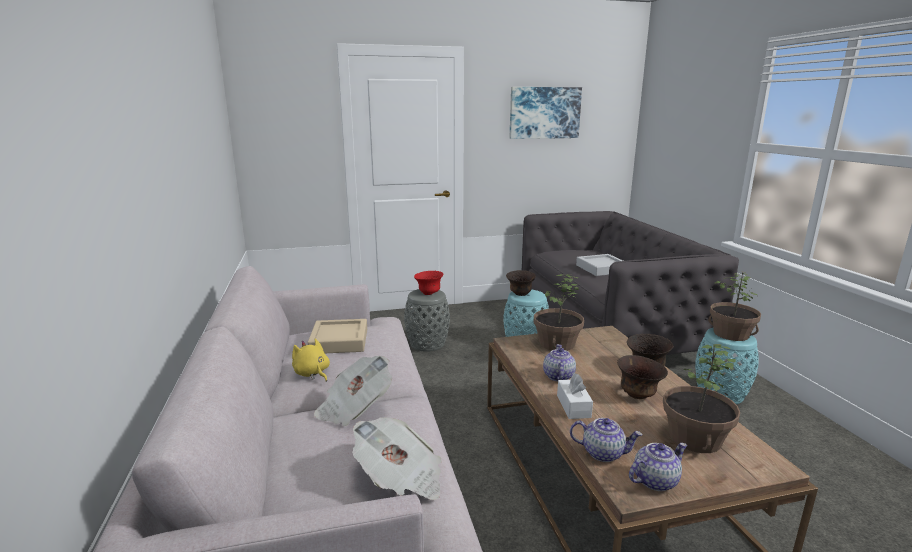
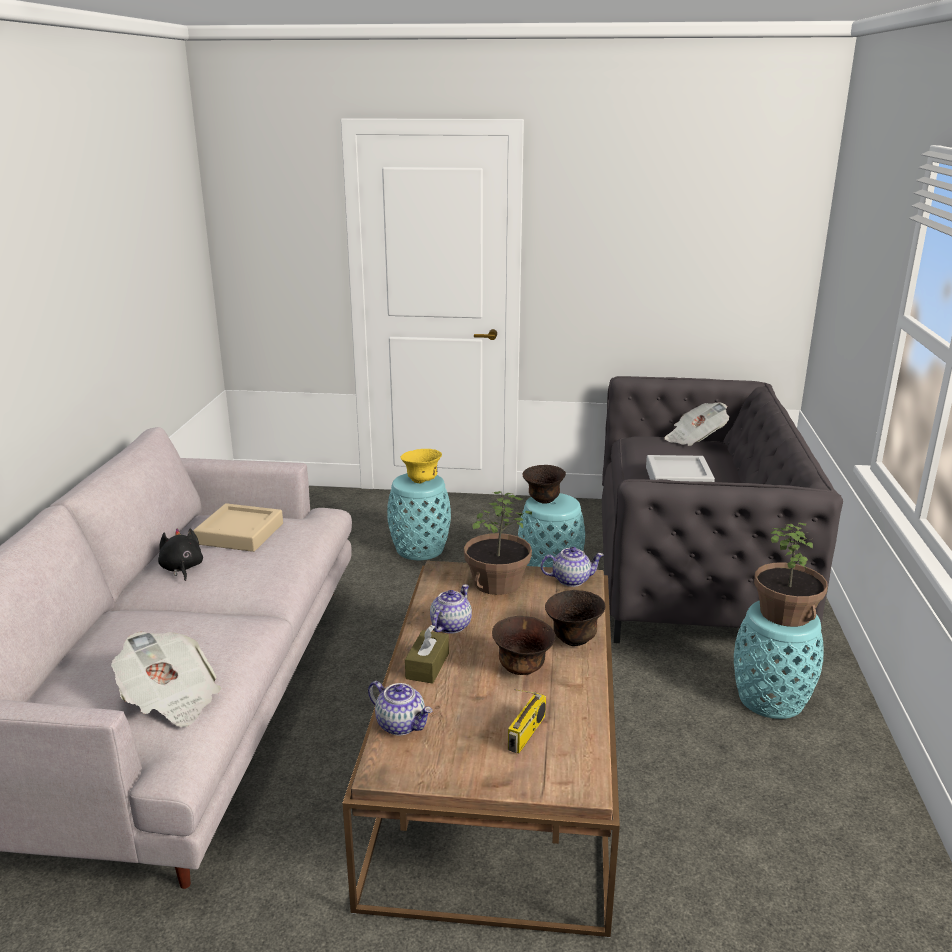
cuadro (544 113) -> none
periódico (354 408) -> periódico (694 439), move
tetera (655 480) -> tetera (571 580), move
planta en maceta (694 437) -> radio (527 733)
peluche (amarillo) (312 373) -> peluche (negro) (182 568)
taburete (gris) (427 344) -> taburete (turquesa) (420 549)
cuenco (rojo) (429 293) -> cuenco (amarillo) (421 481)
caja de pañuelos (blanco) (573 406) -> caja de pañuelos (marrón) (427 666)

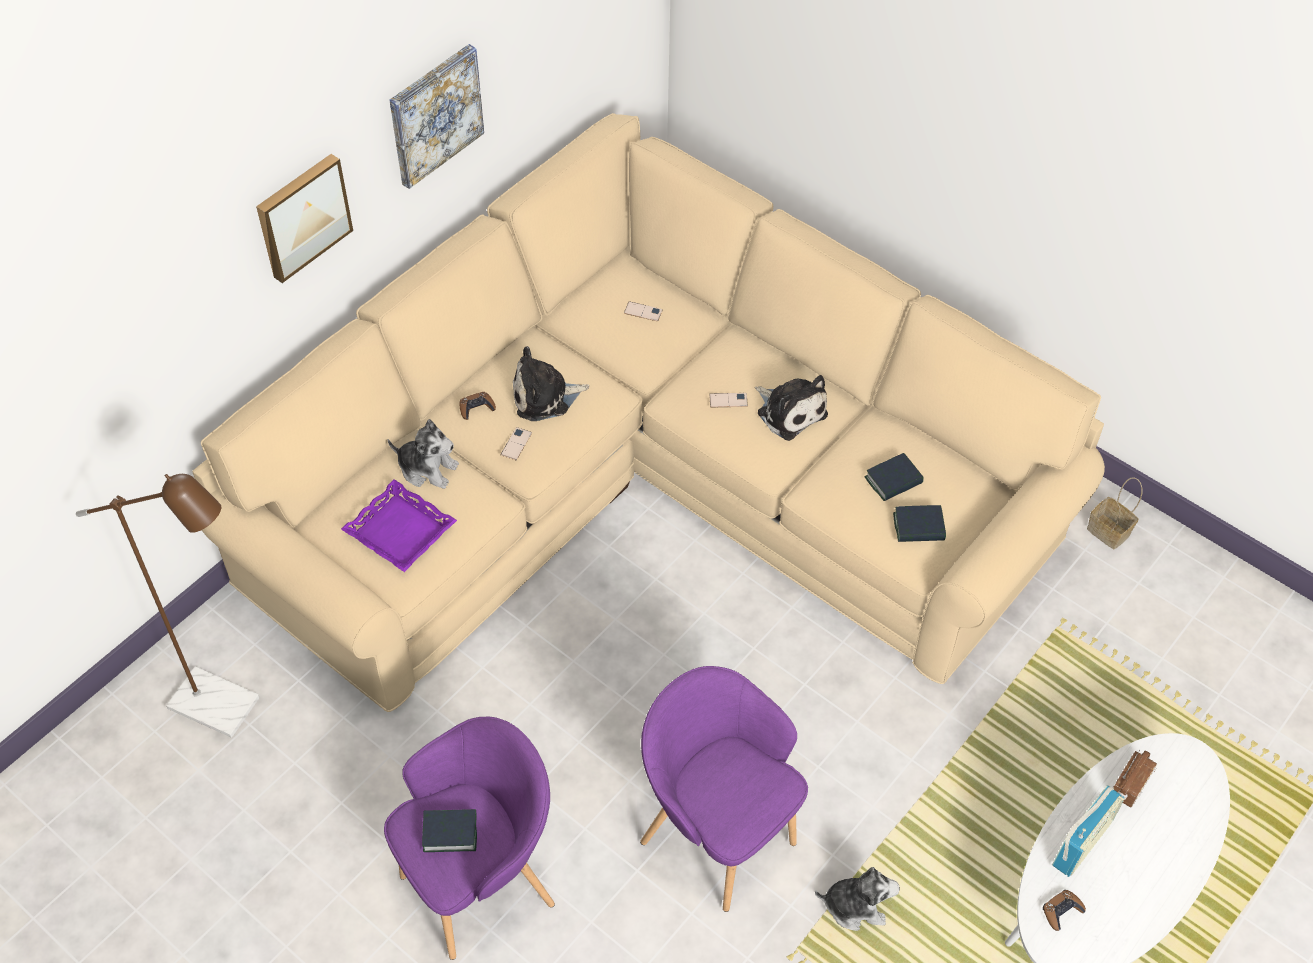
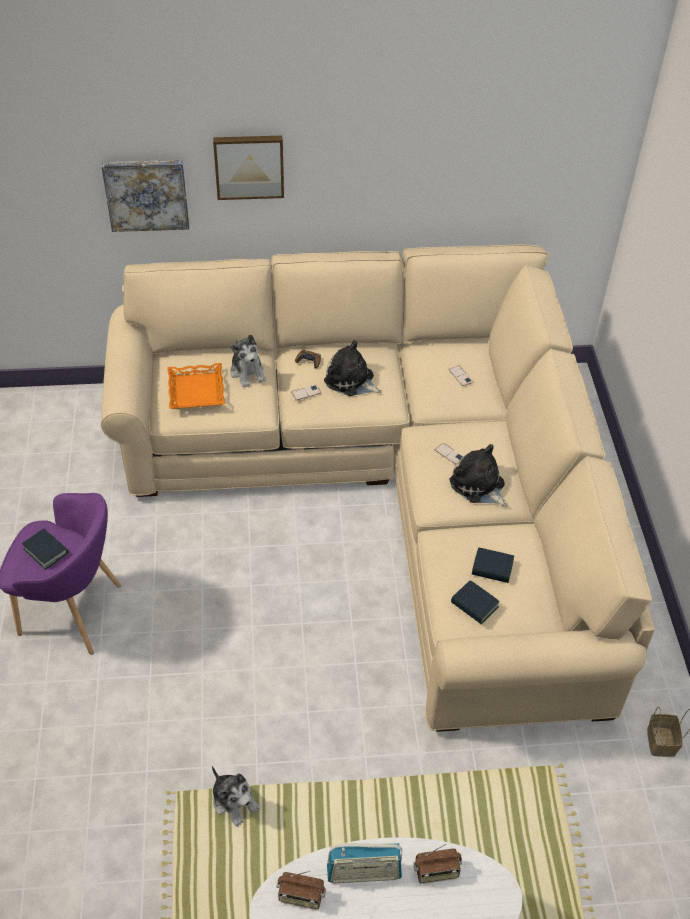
lámpara de pie (marrón) (227 709) -> none
sillón (morado) (716 835) -> none
cuadro (435 115) -> cuadro (146 194), move
mando de consola (marrón) (1061 911) -> radio (301 897)
bandeja (morado) (401 530) -> bandeja (naranja) (197 391)
peluche (789 411) -> peluche (478 486), 135 degrees clockwise

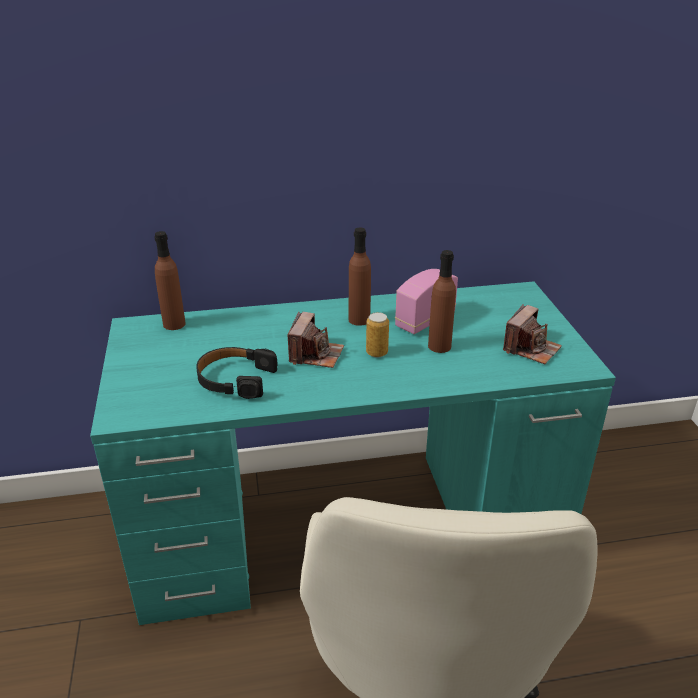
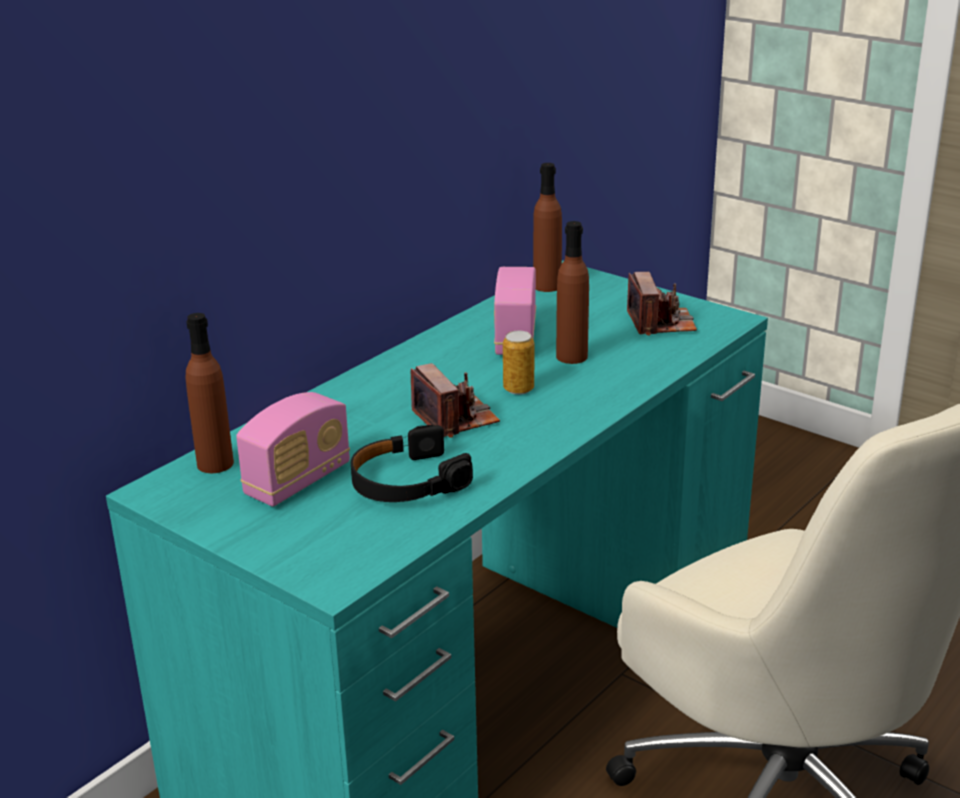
none -> radio (298 481)
botella (marrón) (359 320) -> botella (marrón) (547 286), move

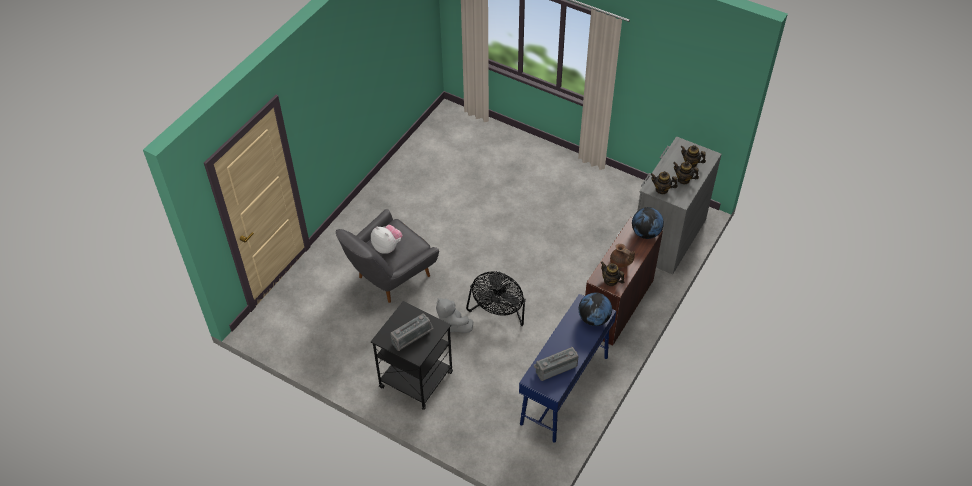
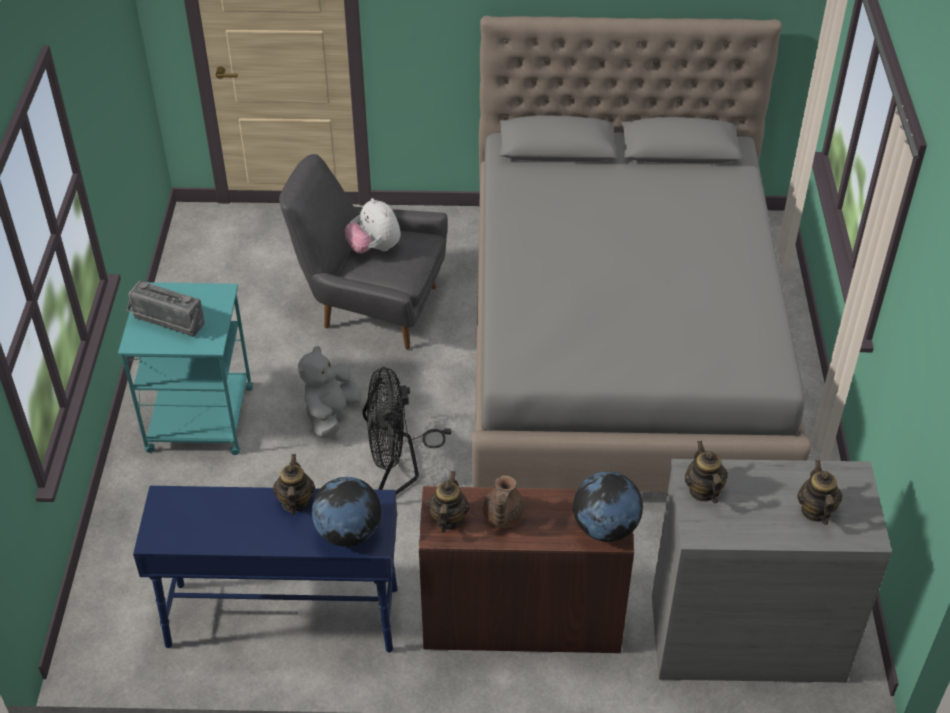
radio (555 367) -> none
none -> cama (gris) (622 341)
tetera (683 179) -> tetera (295 502), move
carrito (negro) (415 378) -> carrito (turquesa) (200 417)
peluche (387 247) -> peluche (374 248), 135 degrees clockwise

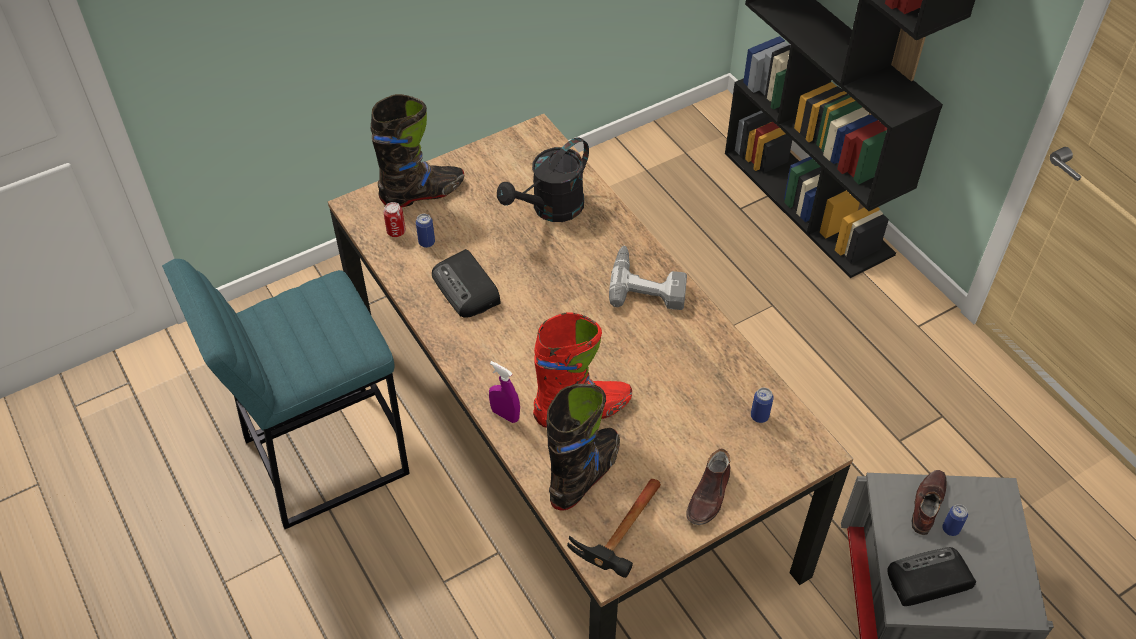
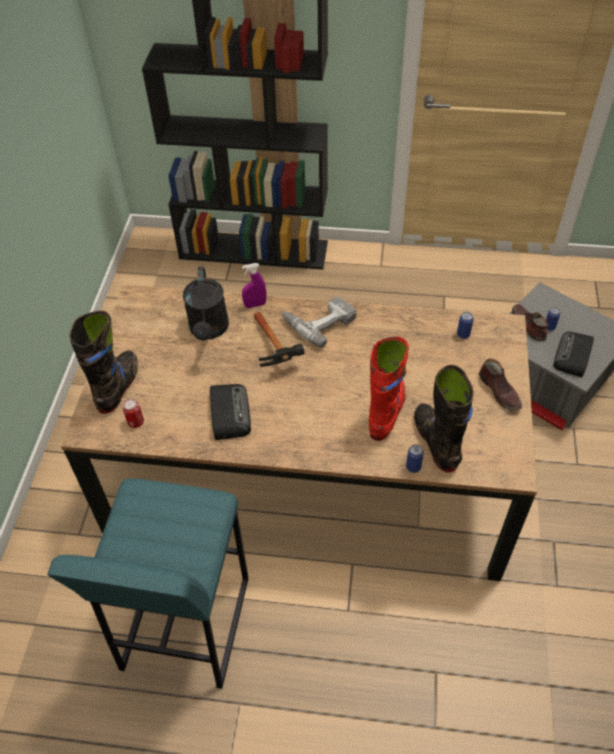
lata (426 242) -> lata (413 467), move
pulverizador (morado) (505 415) -> pulverizador (morado) (255 305), move
martillo (618 546) -> martillo (276 353), move
radio (467 289) -> radio (229 413), 105 degrees counterclockwise

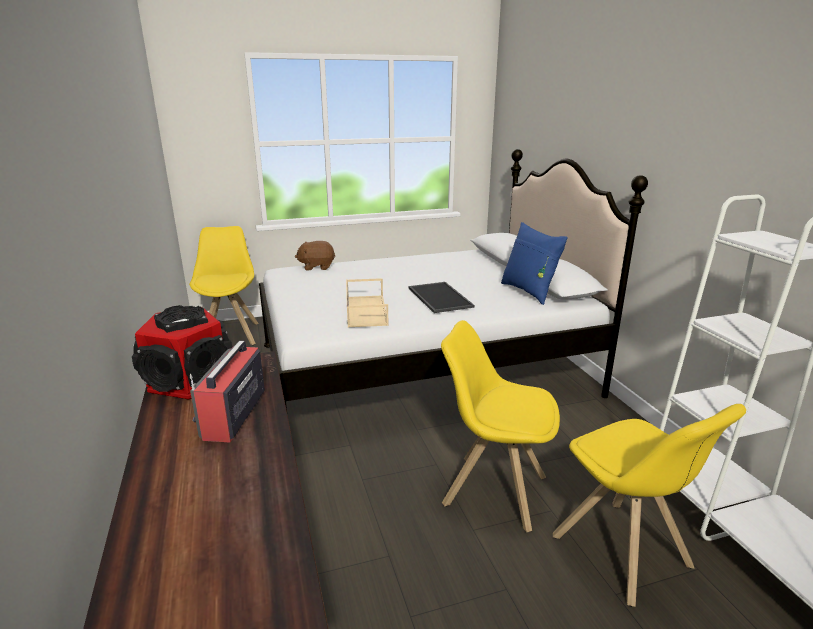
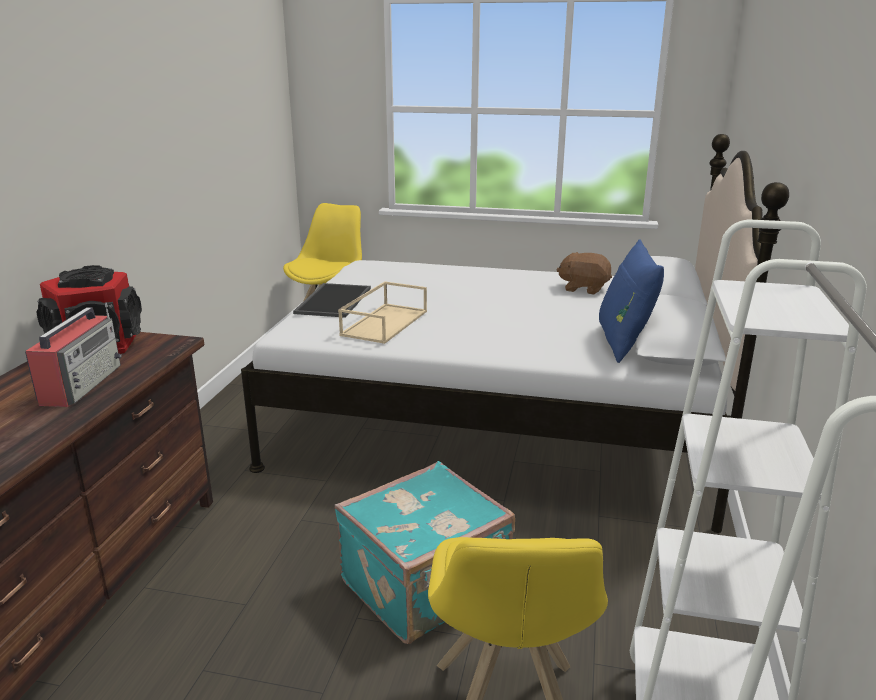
peluche (marrón) (317 267) -> peluche (marrón) (584 288), move
bandeja (438 297) -> bandeja (332 300), move
silla (amarillo) (494 490) -> maleta (turquesa) (427 586)
radio (233 415) -> radio (82 384), 150 degrees clockwise

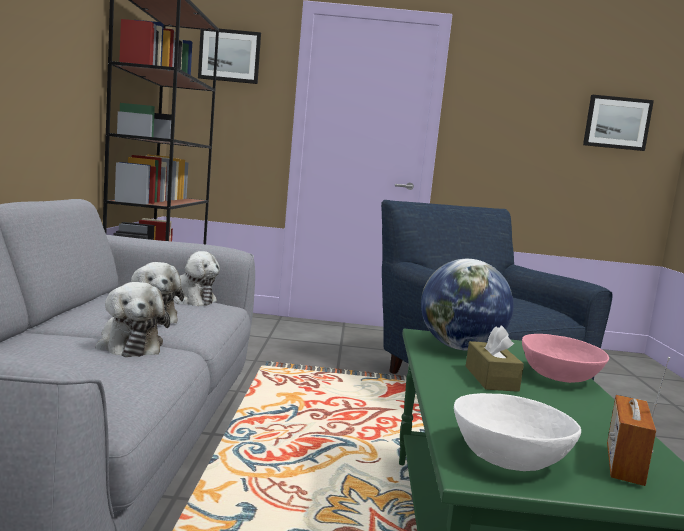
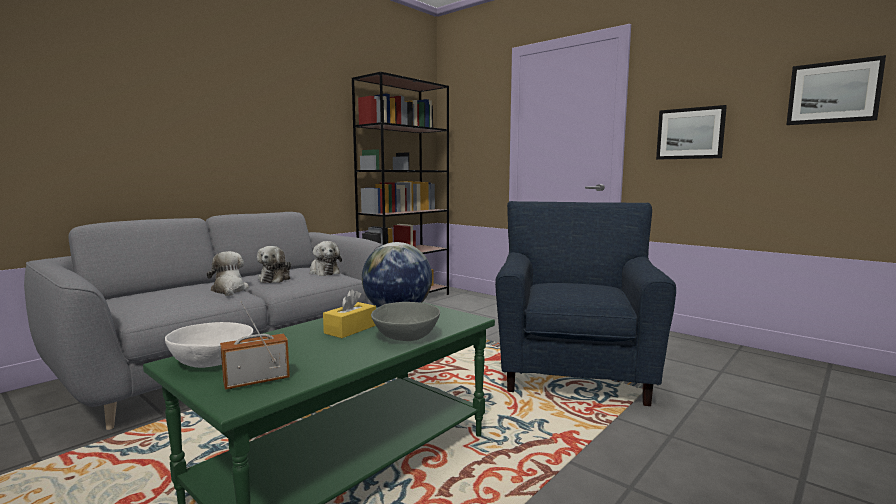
cuadro (229 56) -> cuadro (690 133), move
caja de pañuelos (marrón) (491 378) -> caja de pañuelos (amarillo) (350 329)
cuenco (rosa) (560 377) -> cuenco (gris) (406 337)
peluche (129 345) -> peluche (229 290), 150 degrees clockwise

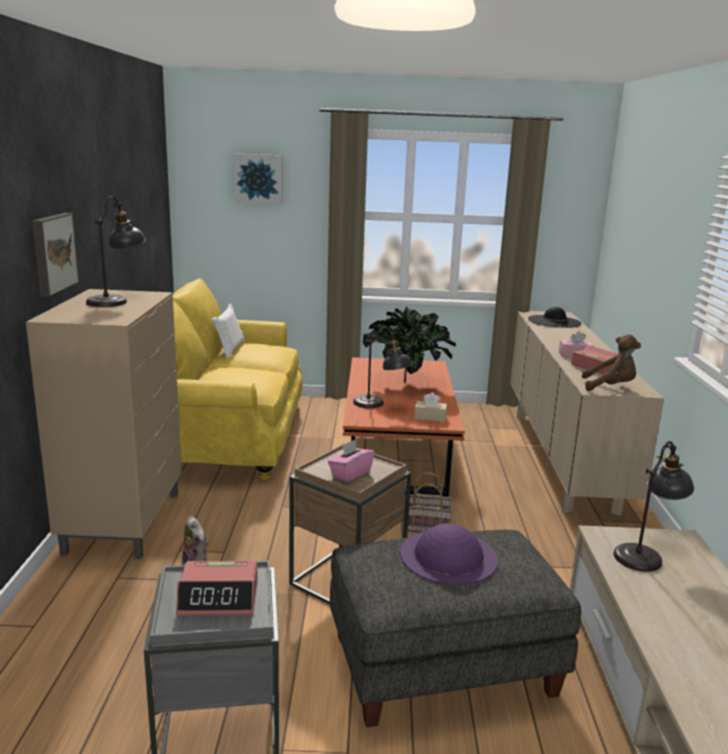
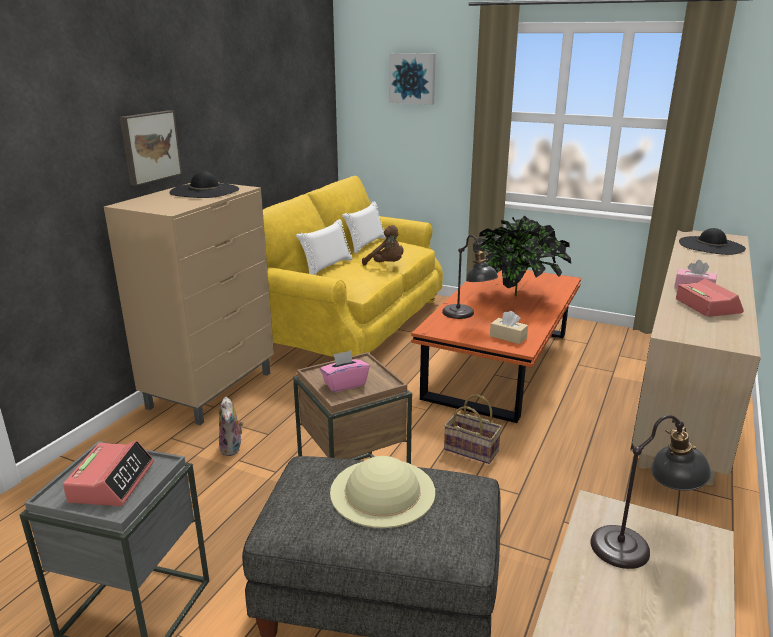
none -> cojín (blanco) (326 267)
peluche (marrón) (610 387) -> peluche (marrón) (386 265), move
lámpara de mesa (gris) (117 299) -> sombrero (negro) (204 191)
sombrero (morado) (448 556) -> sombrero (beis) (382 491)
despertador (219 598) -> despertador (112 482), 105 degrees counterclockwise

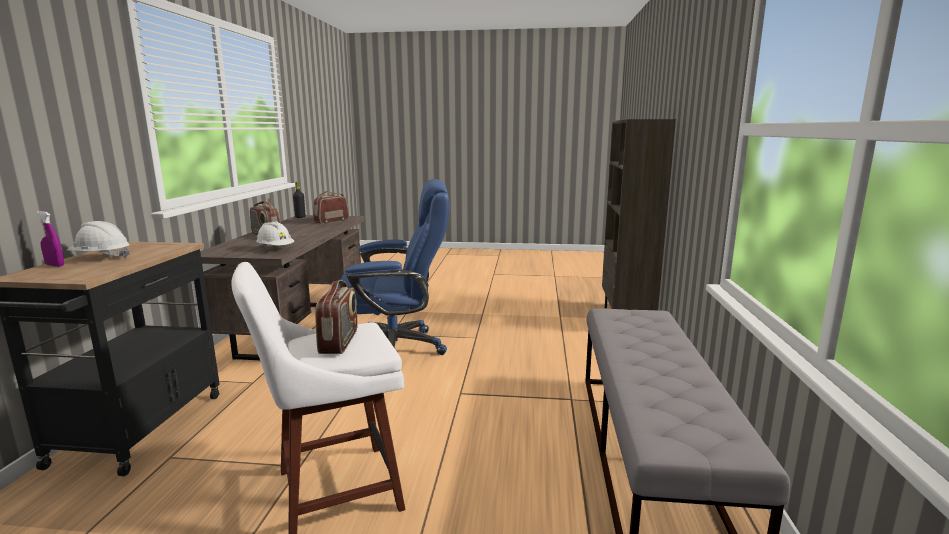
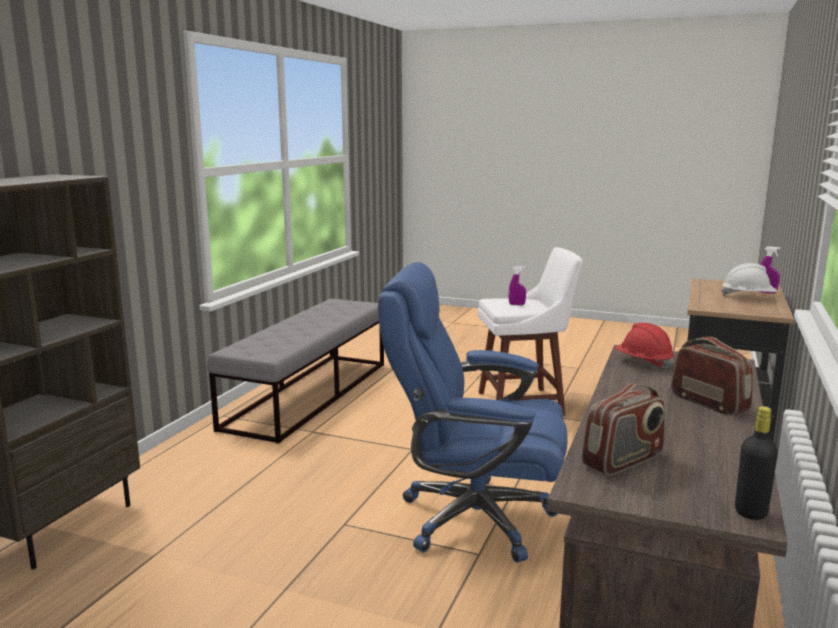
radio (339 342) -> pulverizador (morado) (516 304)
casco (blanco) (276 249) -> casco (rojo) (643 363)

